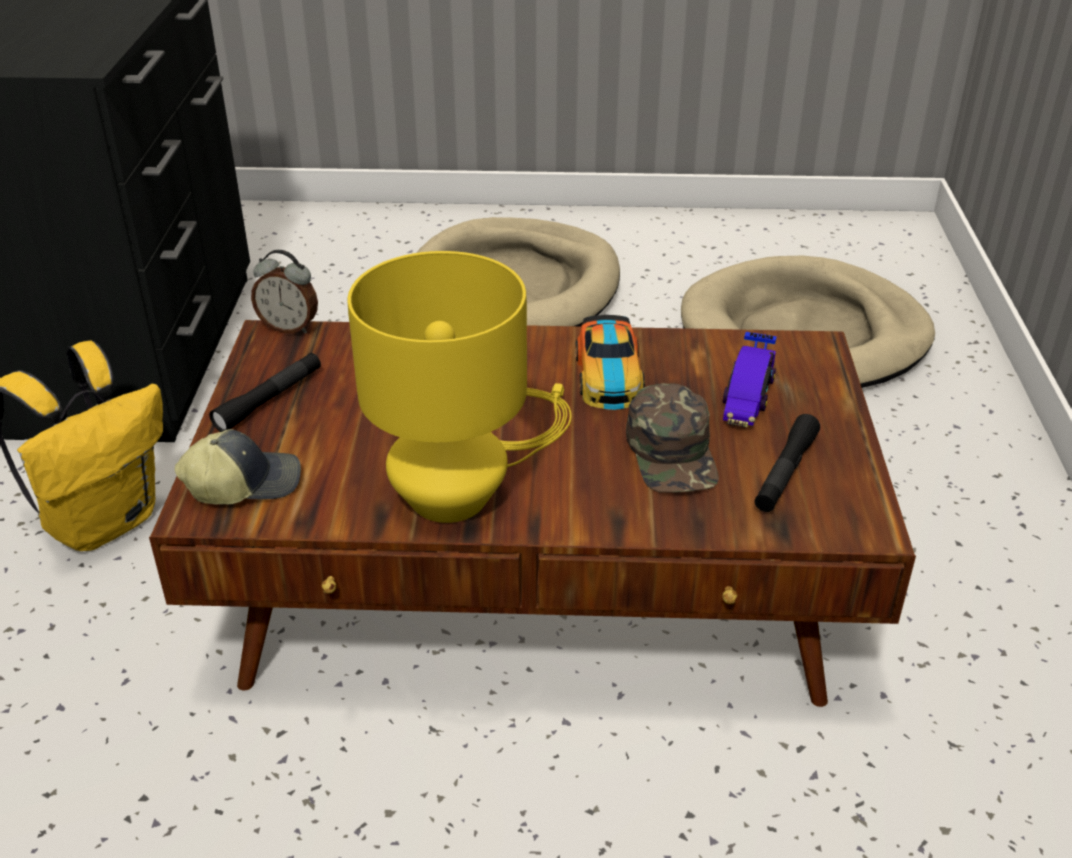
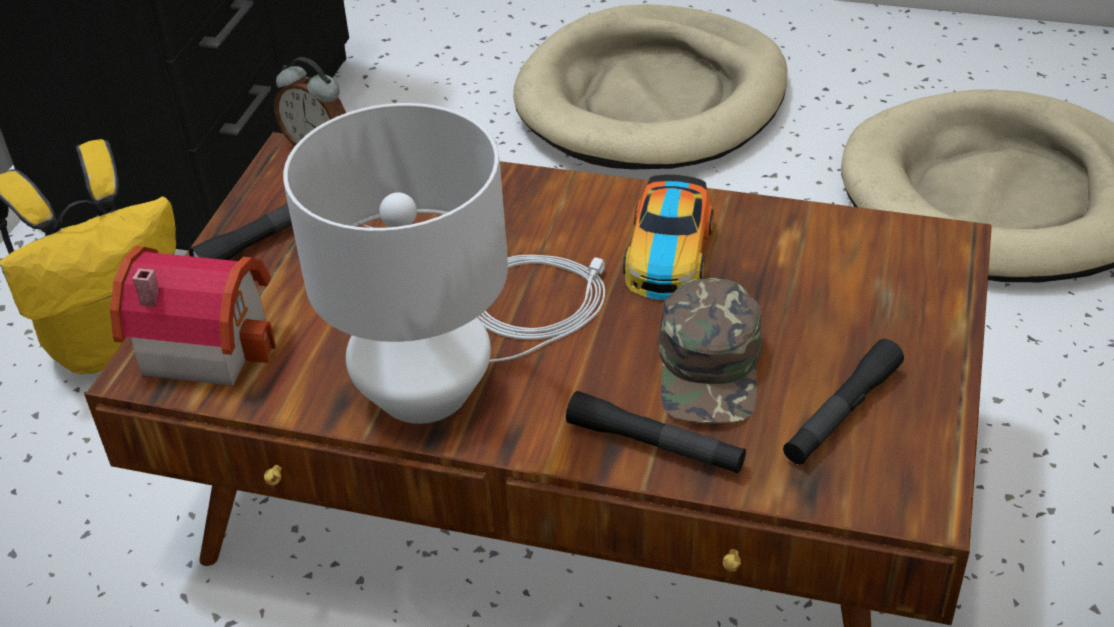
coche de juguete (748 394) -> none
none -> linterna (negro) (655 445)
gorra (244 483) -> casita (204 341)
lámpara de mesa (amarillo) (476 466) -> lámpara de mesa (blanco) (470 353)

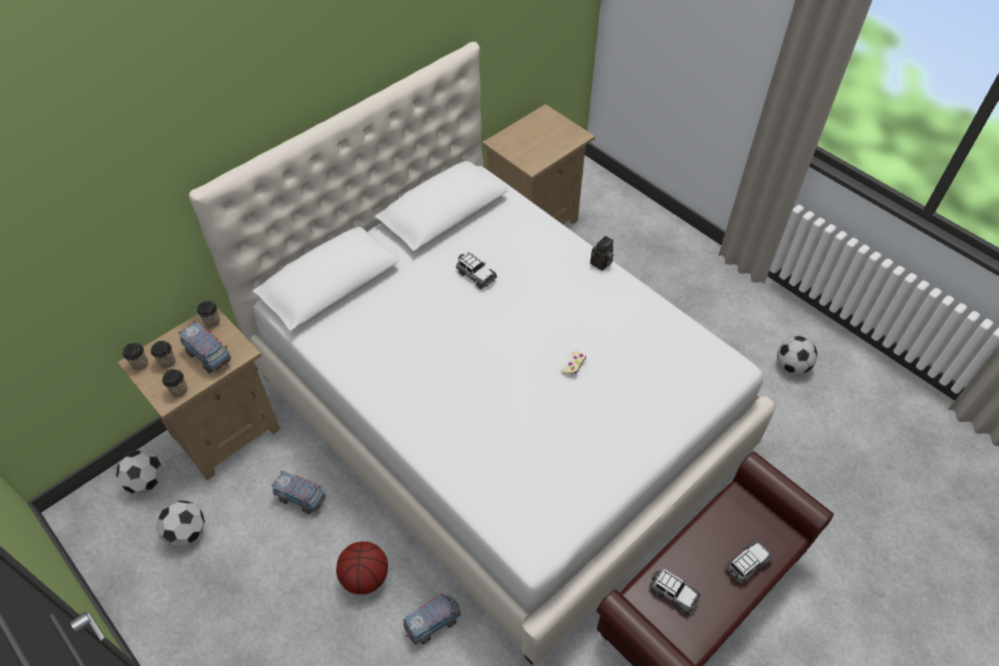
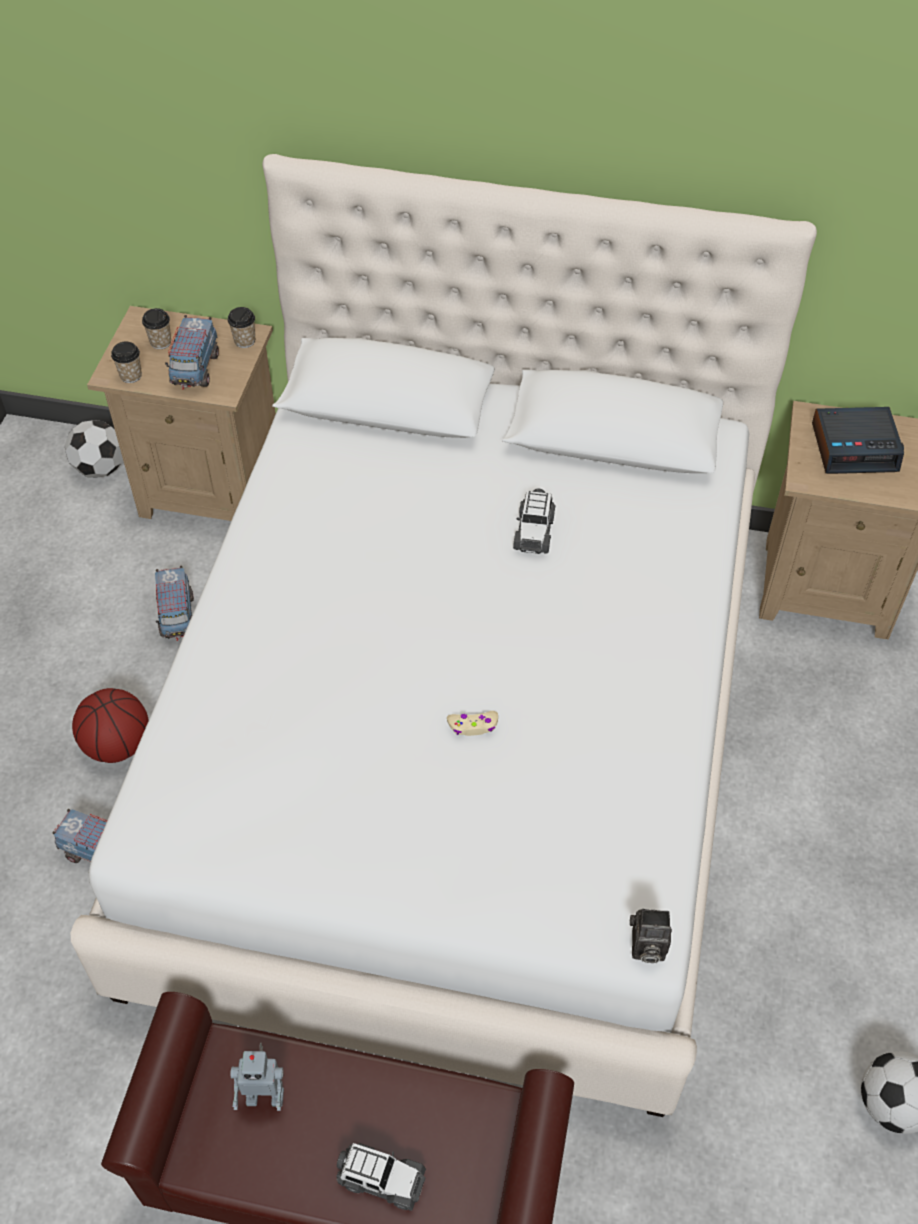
taza (140 364) -> none
balón de fútbol (187 533) -> none
none -> despertador (855 447)
cámara (601 264) -> cámara (645 948), move
coche de juguete (673 594) -> robot de juguete (265 1095)

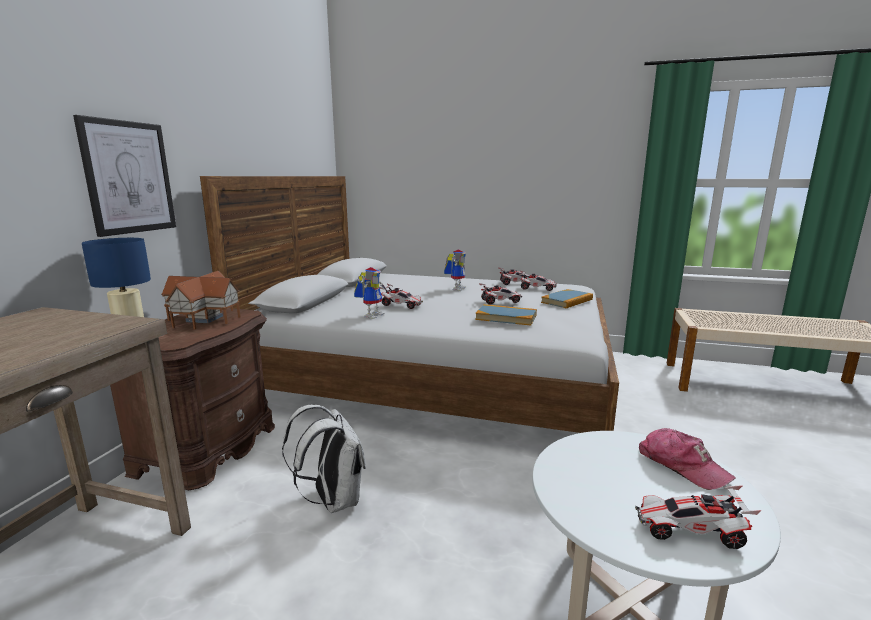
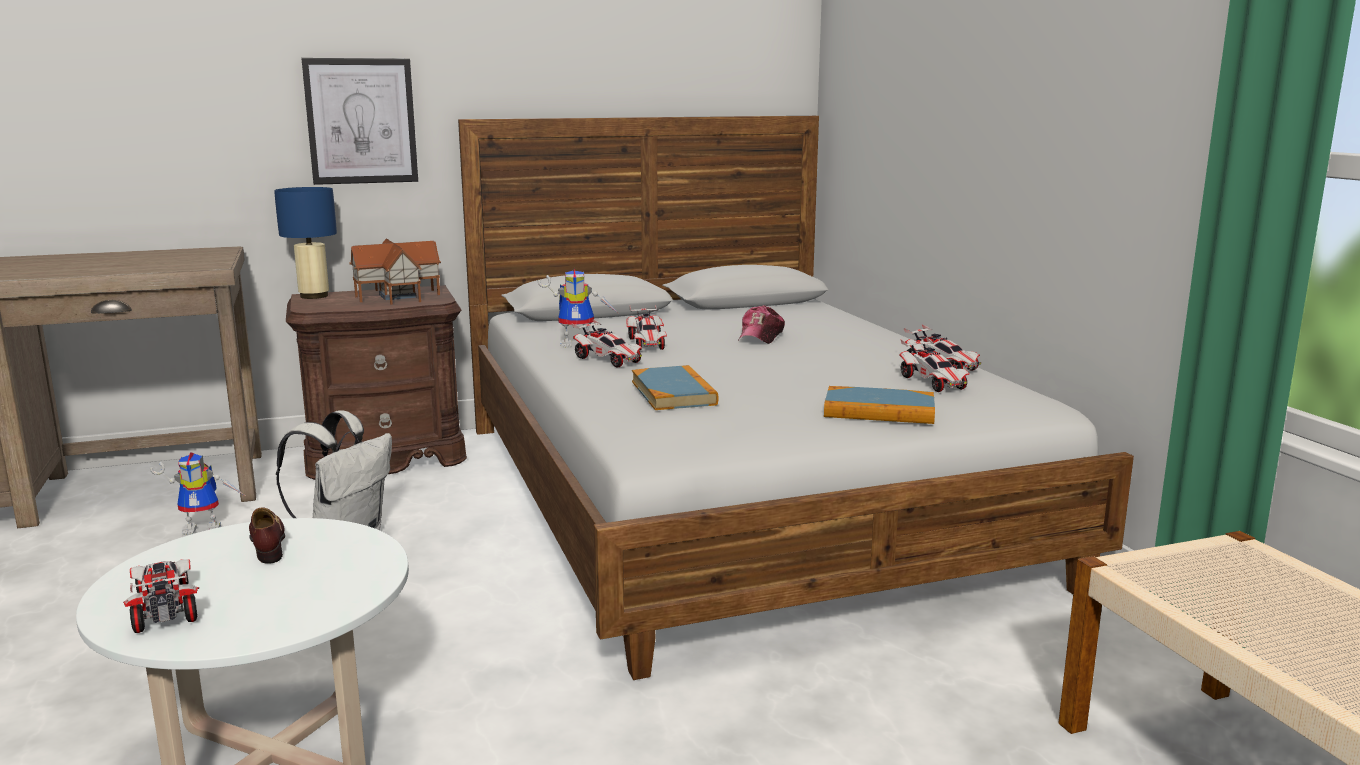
none -> zapato (marrón) (268 544)
robot de juguete (456 288) -> robot de juguete (206 528), move
coche de juguete (500 301) -> coche de juguete (608 360), move
gorra (681 466) -> gorra (761 336), move

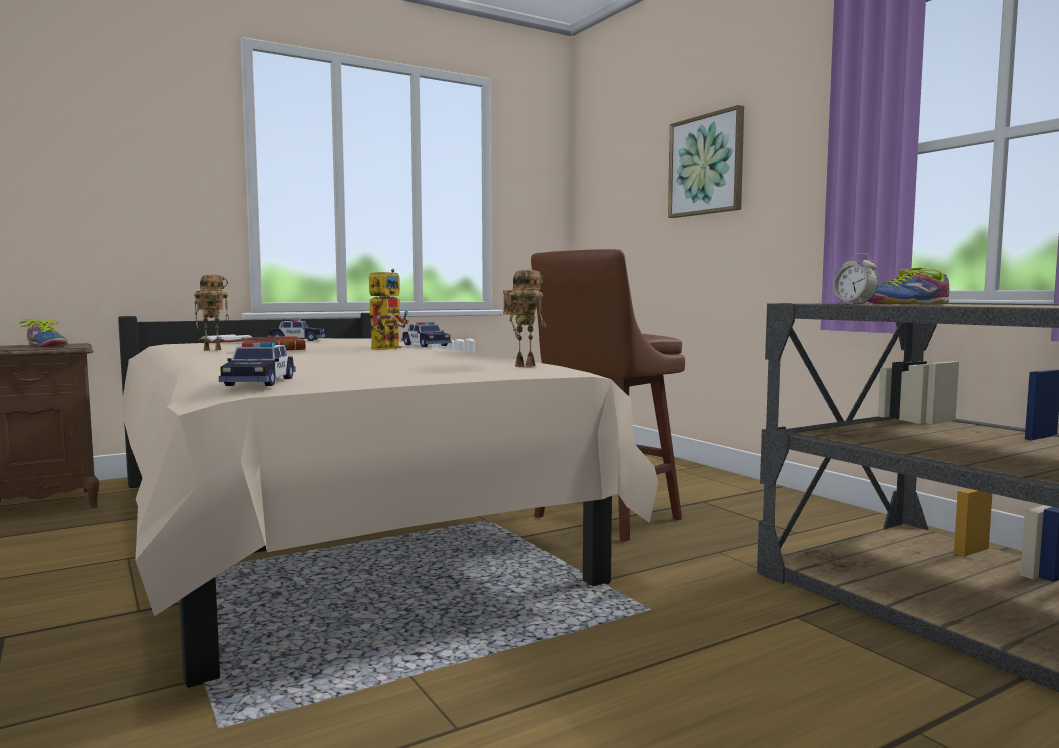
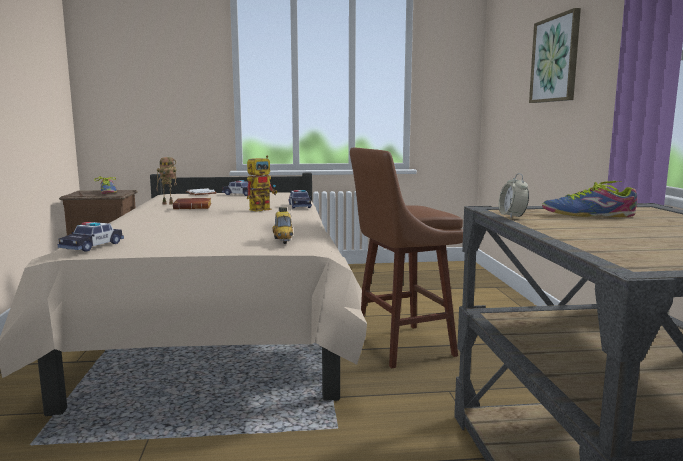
robot de juguete (524 366) -> coche de juguete (283 240)

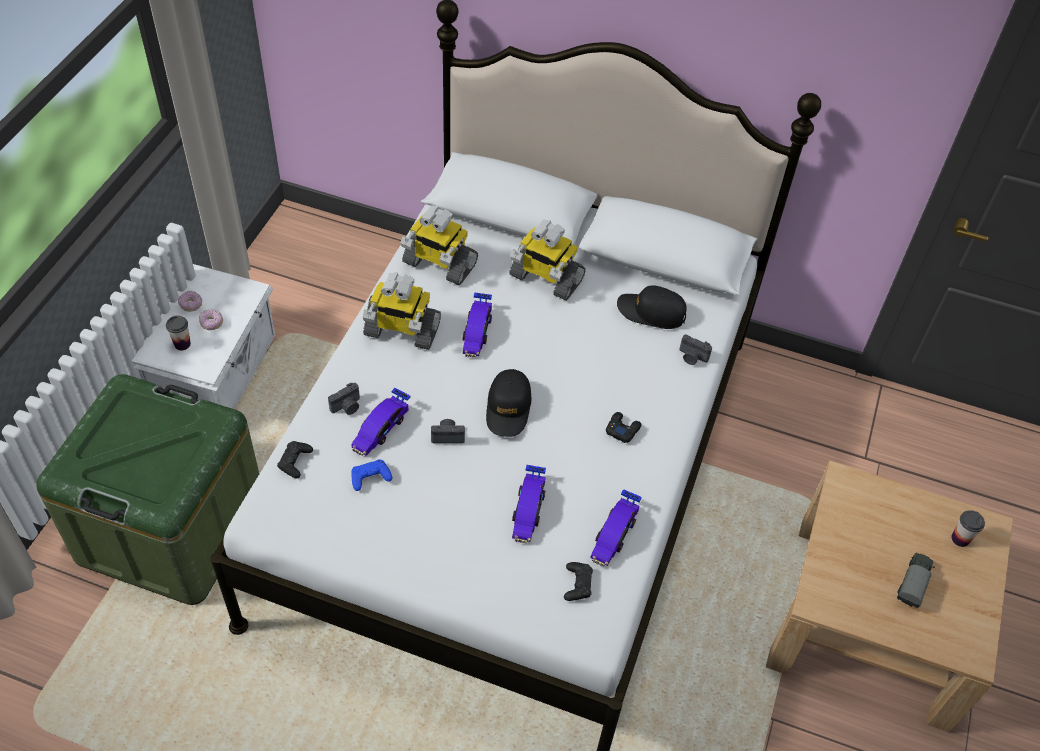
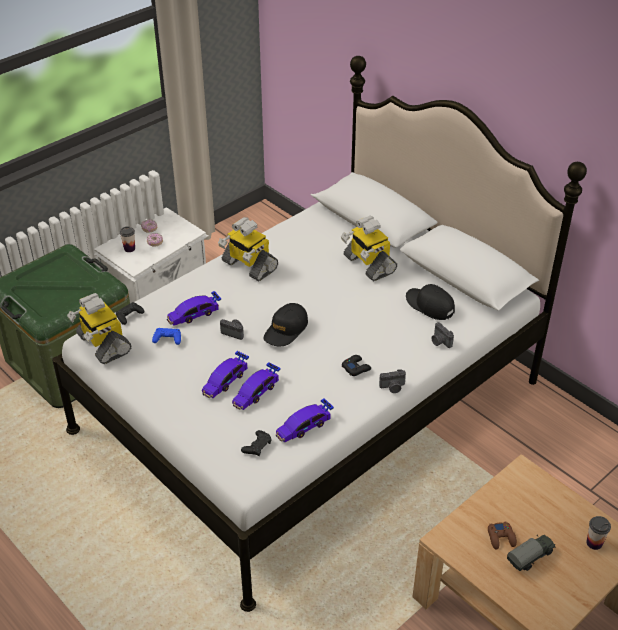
none -> mando de consola (marrón) (501 538)
cámara (347 407) -> cámara (392 387), move
robot de juguete (439 264) -> robot de juguete (103 344), move
coche de juguete (477 331) -> coche de juguete (225 381), move

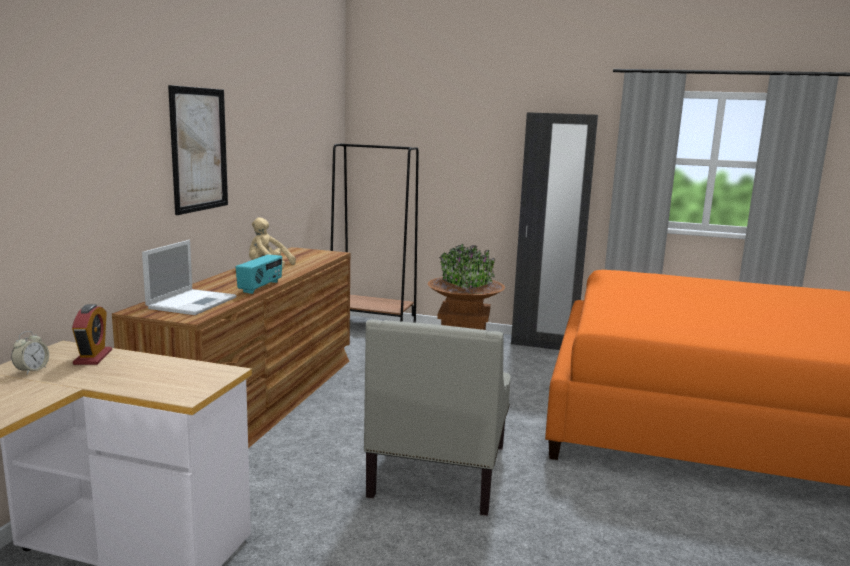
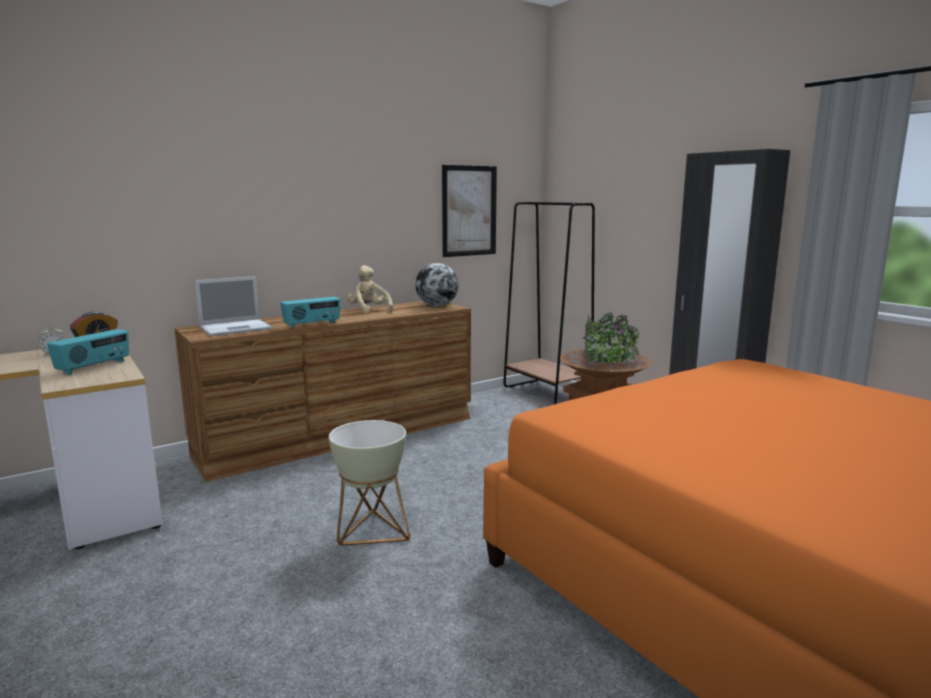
none -> radio (94 367)
none -> globo terráqueo (437 306)
cuadro (199 149) -> cuadro (469 211), move
sillón (gris) (439 470) -> maceta (371 532)

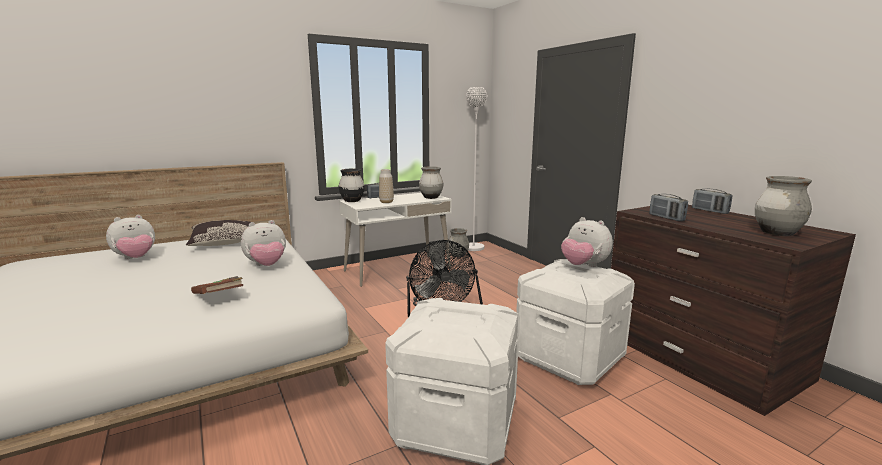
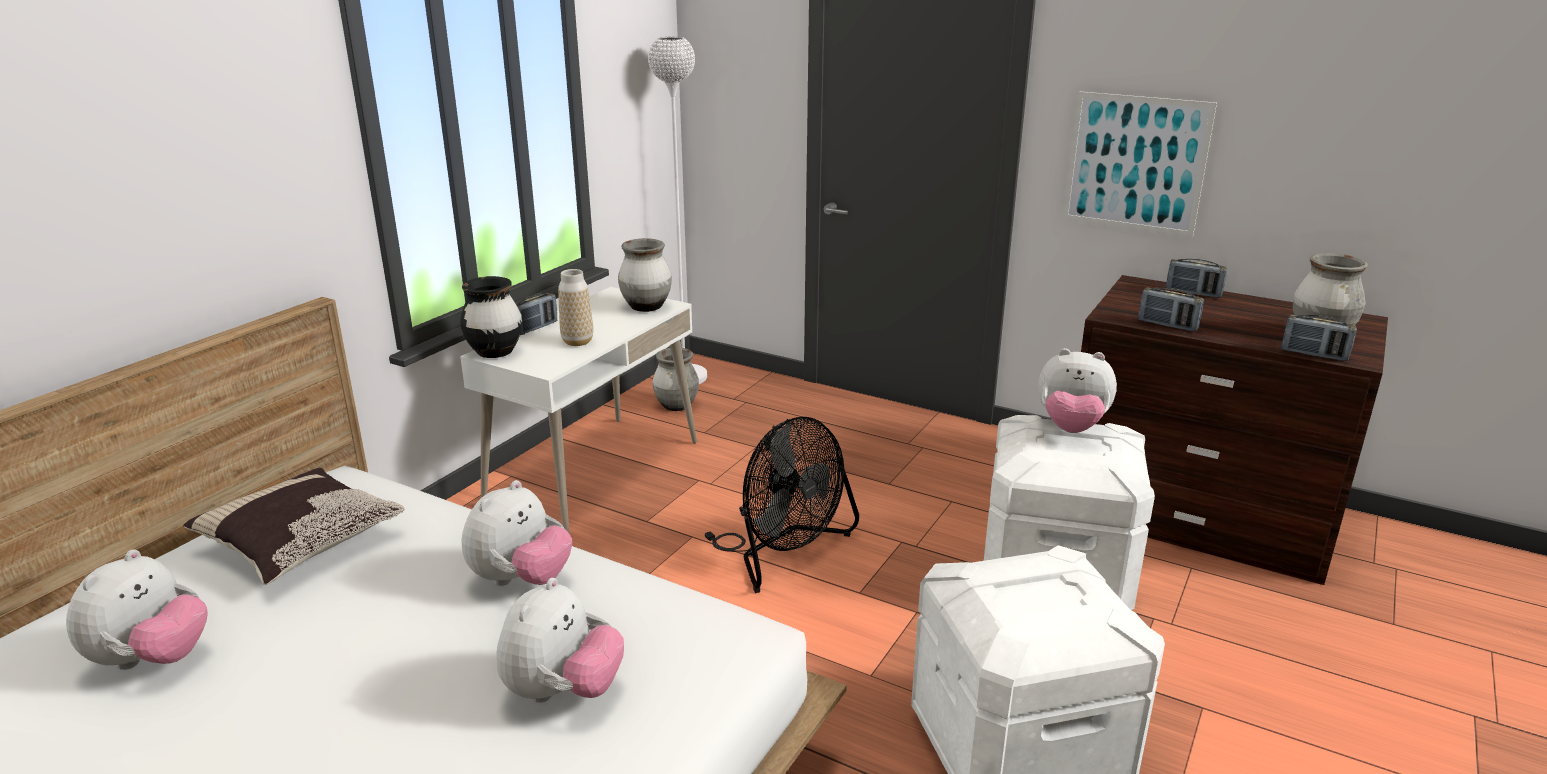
none -> cuadro (1135 163)
none -> radio (1314 354)
libro (marrón) (219 297) -> peluche (563 691)

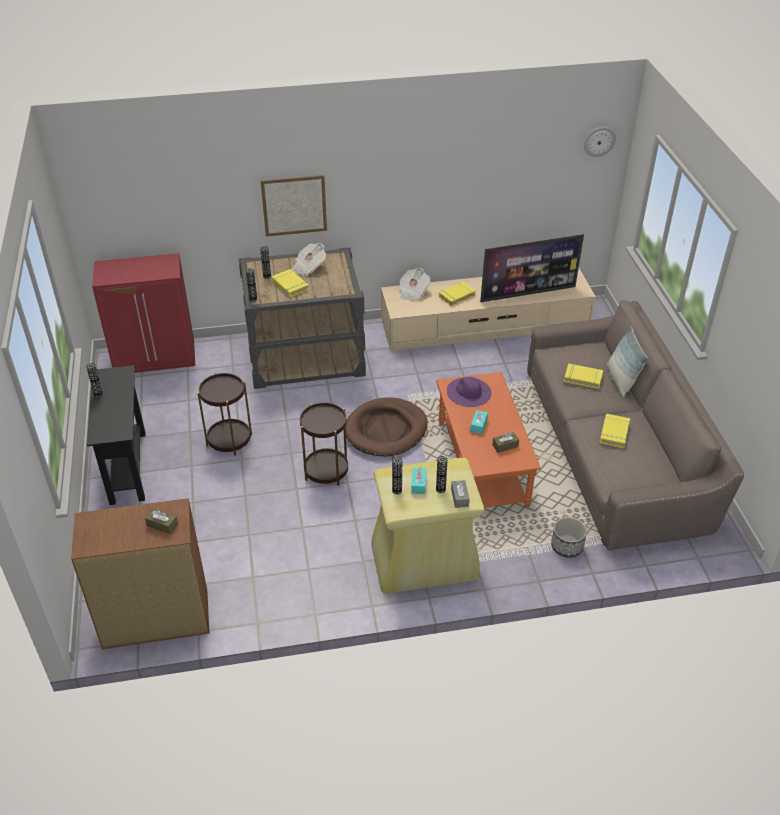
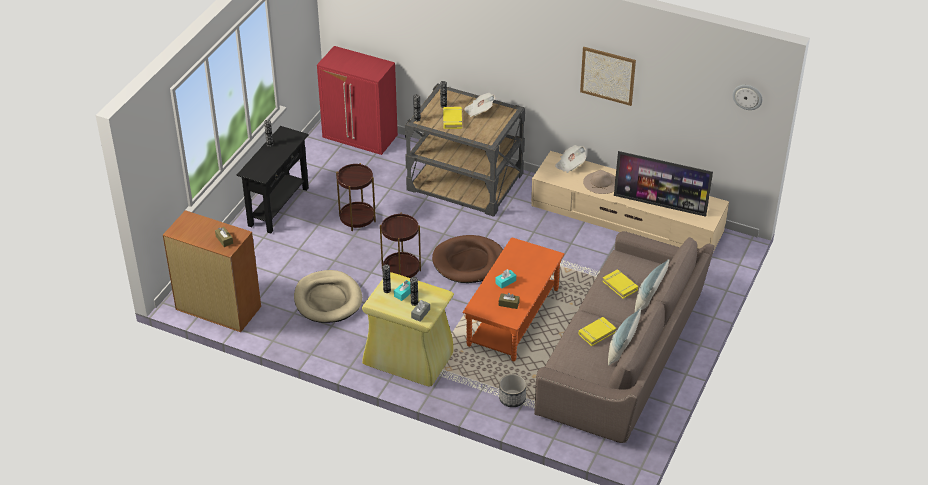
sombrero (morado) (468 392) -> none
none -> cama para perro (beis) (328 299)
none -> cojín (621 352)
cuadro (294 204) -> cuadro (607 75), move
libro (amarillo) (456 296) -> sombrero (beis) (601 182)

